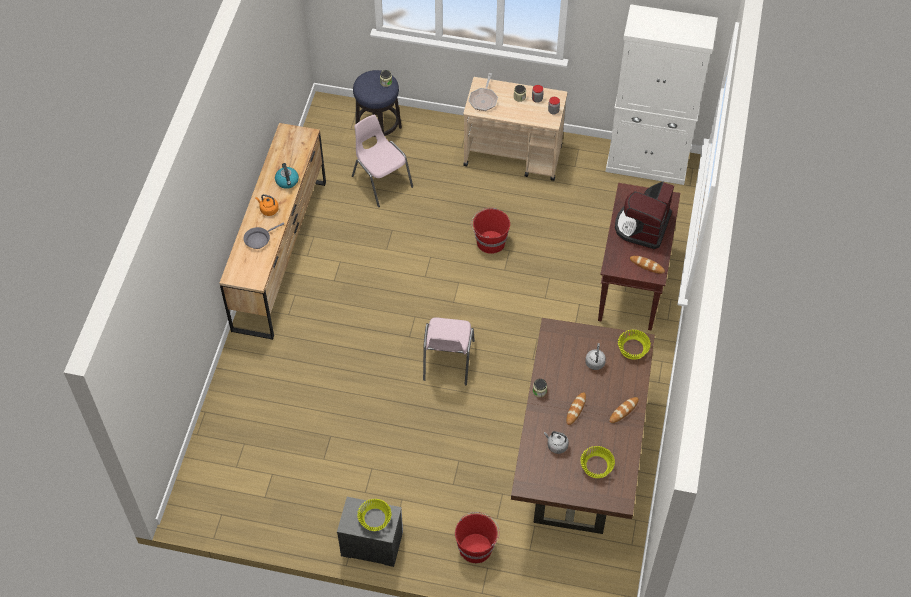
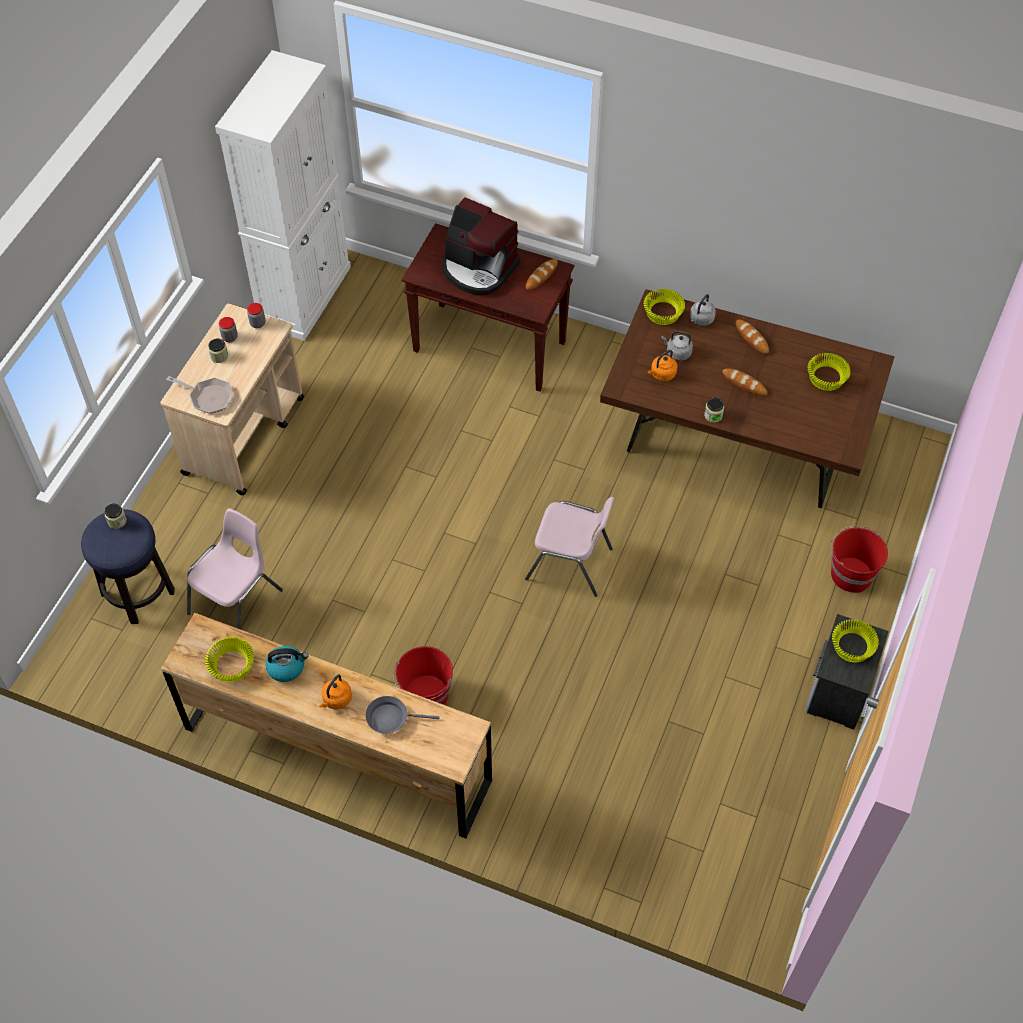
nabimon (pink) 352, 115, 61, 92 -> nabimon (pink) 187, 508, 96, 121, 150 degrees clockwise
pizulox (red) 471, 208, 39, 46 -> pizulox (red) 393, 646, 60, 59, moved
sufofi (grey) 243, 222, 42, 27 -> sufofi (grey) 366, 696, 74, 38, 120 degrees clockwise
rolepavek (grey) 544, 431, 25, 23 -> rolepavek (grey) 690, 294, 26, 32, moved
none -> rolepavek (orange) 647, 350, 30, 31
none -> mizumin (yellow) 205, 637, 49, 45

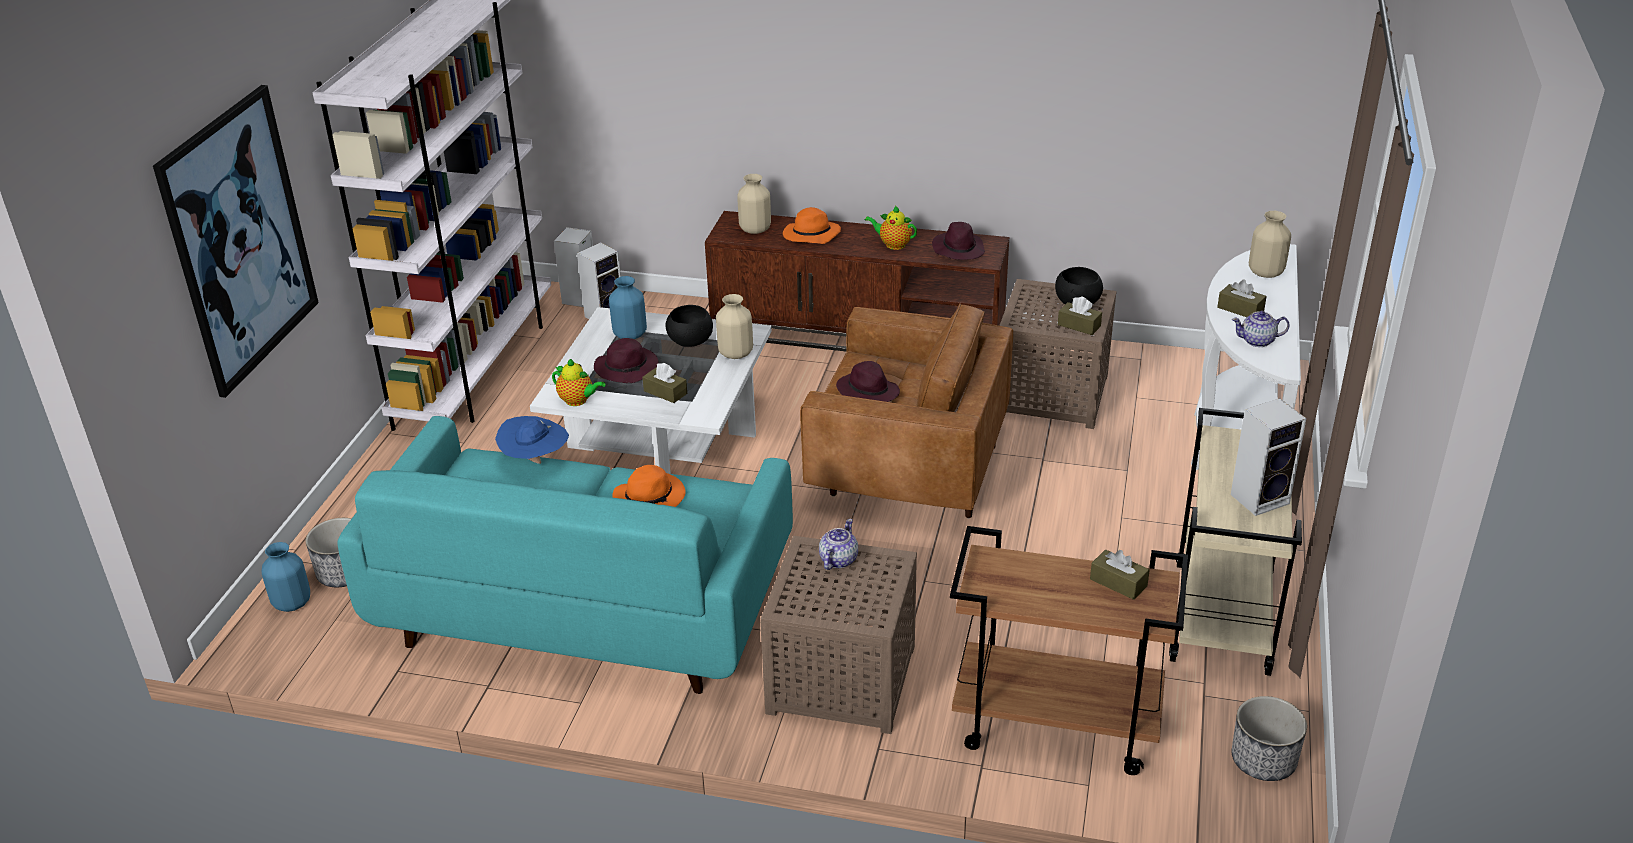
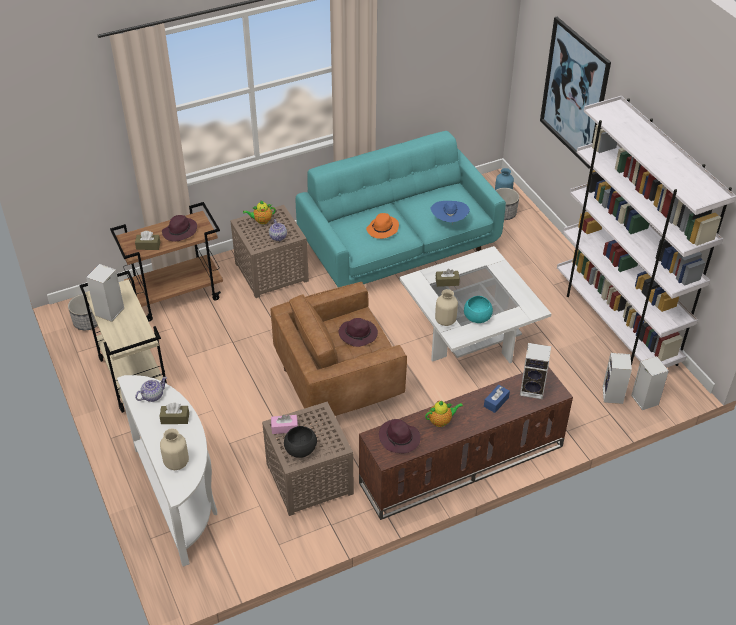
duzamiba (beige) 737, 174, 34, 60 -> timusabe 520, 343, 31, 56
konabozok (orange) 783, 207, 58, 37 -> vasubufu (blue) 484, 385, 26, 28
duzamiba (blue) 609, 276, 38, 63 -> none
vasubufu (brown) 1058, 297, 44, 38 -> vasubufu (pink) 271, 415, 27, 19
mizumin (black) 666, 305, 47, 42 -> mizumin (turquoise) 464, 296, 29, 27
konabozok (purple) 594, 338, 65, 45 -> konabozok (purple) 162, 215, 35, 27, moved
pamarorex 552, 359, 54, 47 -> pamarorex 243, 200, 33, 24, moved

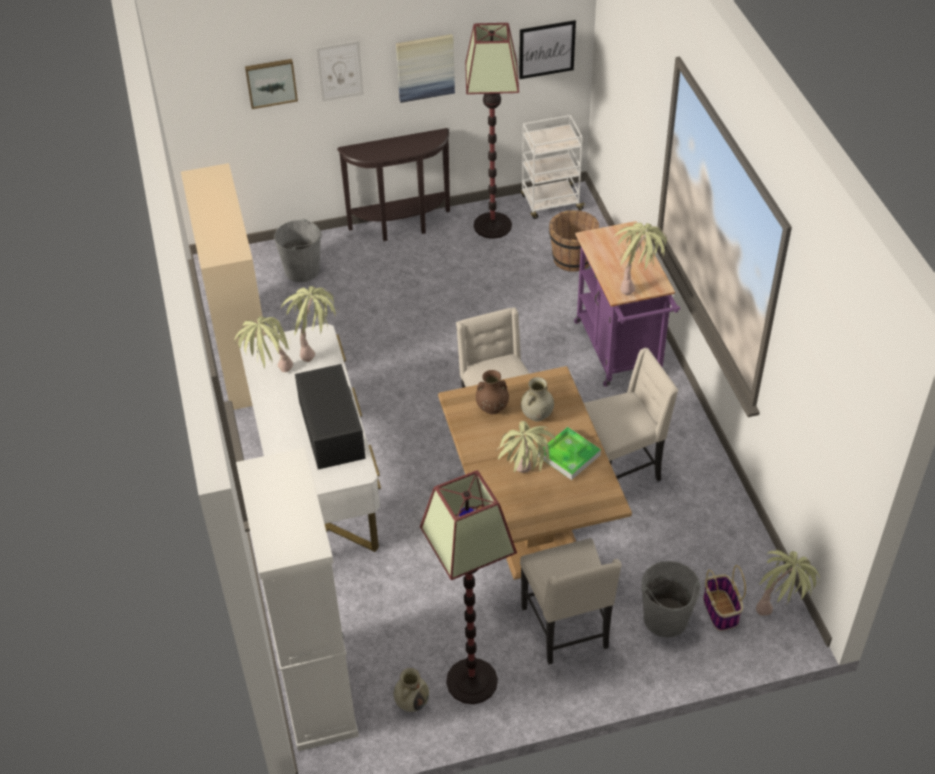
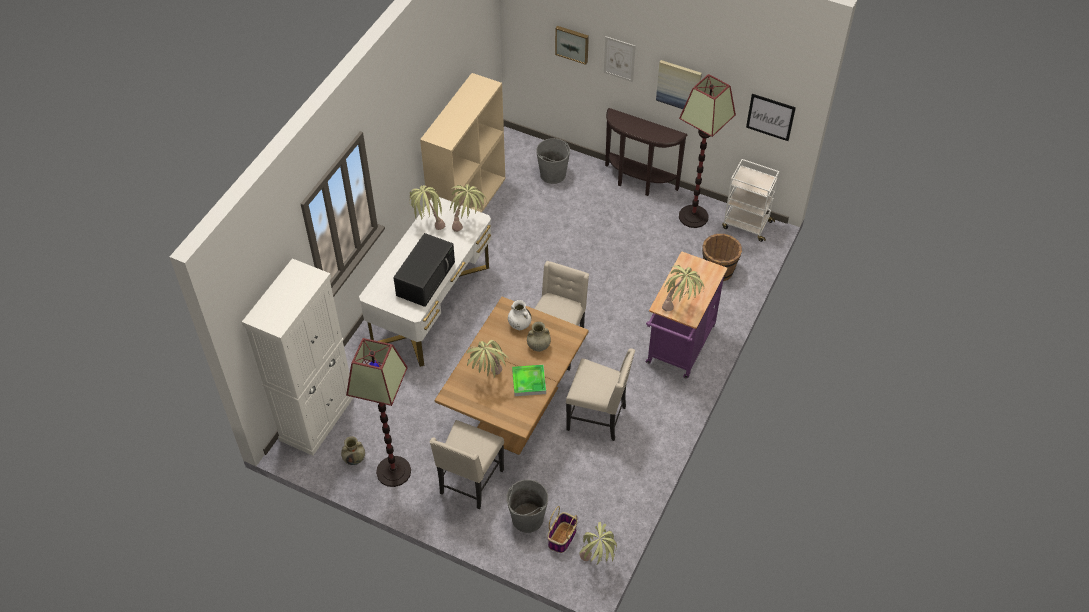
duzamiba (brown) 476, 370, 33, 44 -> duzamiba (white) 508, 300, 24, 30

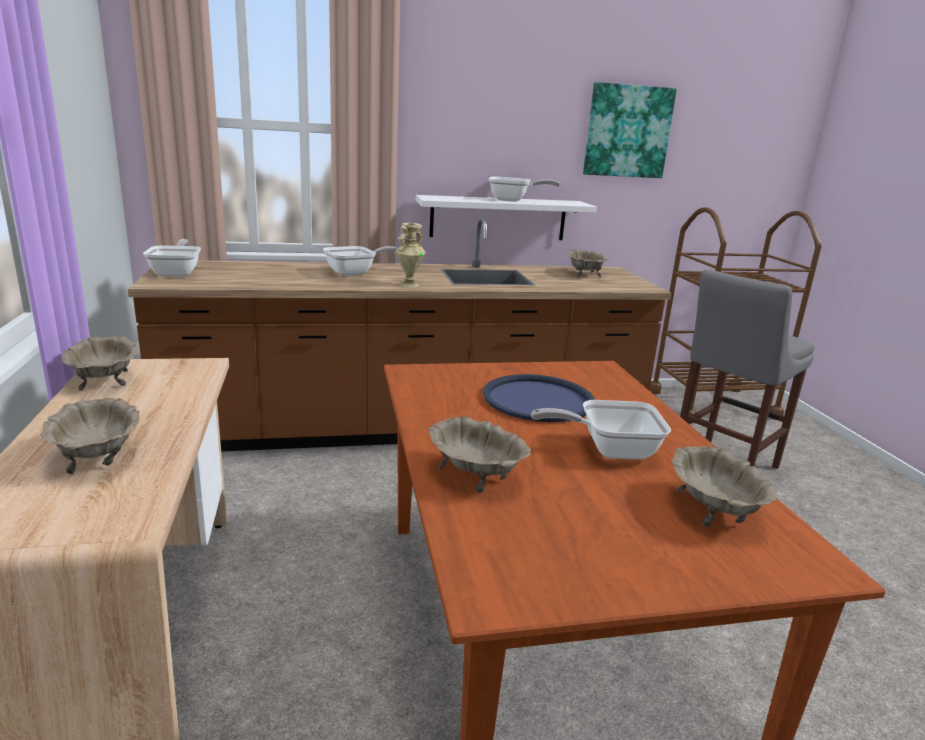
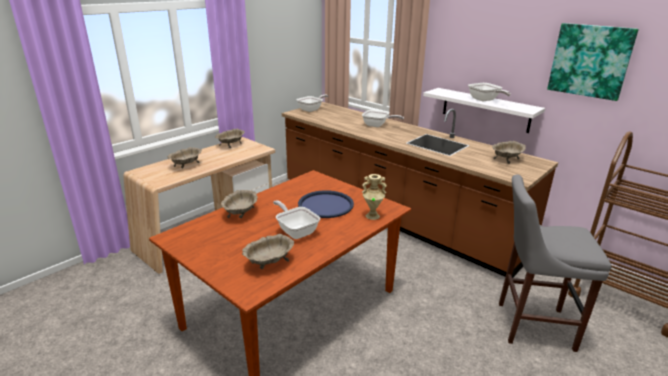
duzamiba (beige) 395, 223, 31, 65 -> duzamiba (beige) 362, 174, 25, 46, moved

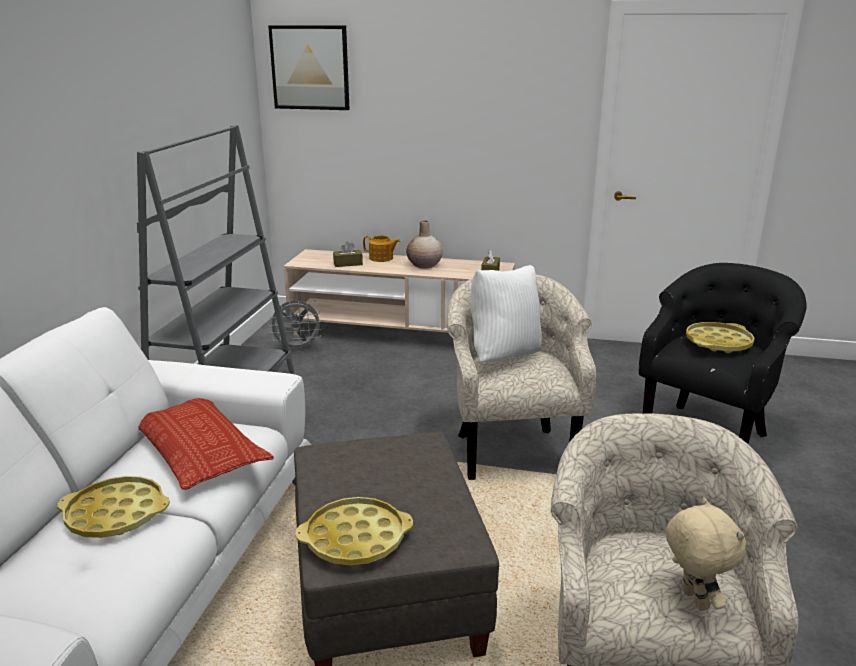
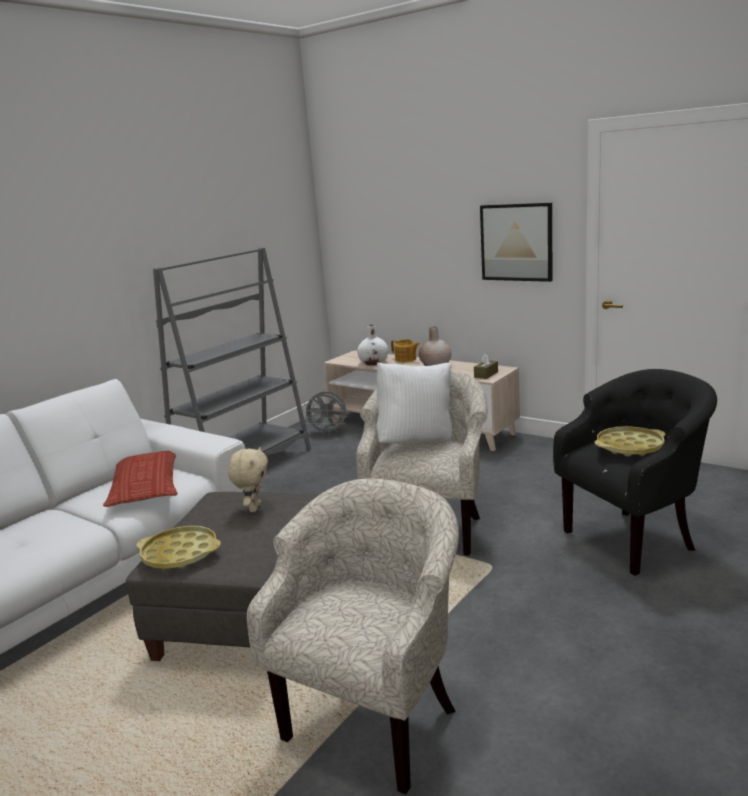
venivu 268, 25, 82, 85 -> venivu 480, 203, 72, 79, moved
vasubufu (brown) 333, 242, 30, 25 -> duzamiba (white) 357, 325, 32, 40
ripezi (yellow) 57, 476, 113, 62 -> none
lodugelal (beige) 666, 497, 80, 114 -> lodugelal (beige) 228, 447, 40, 65, moved

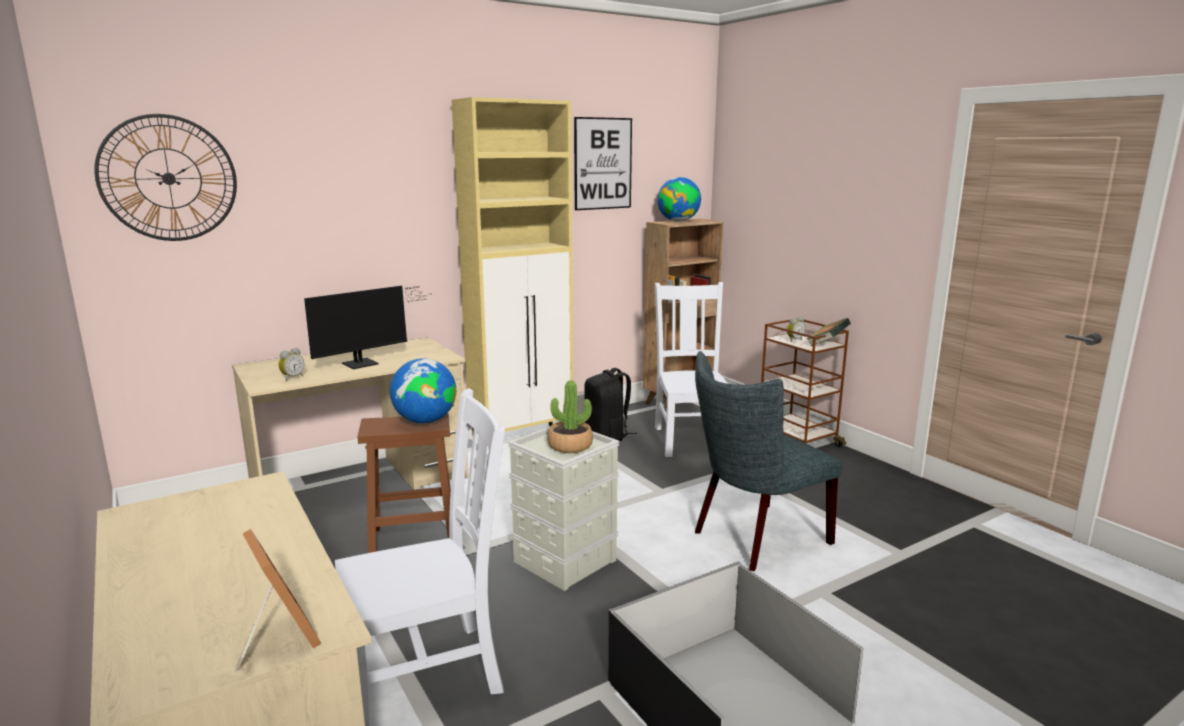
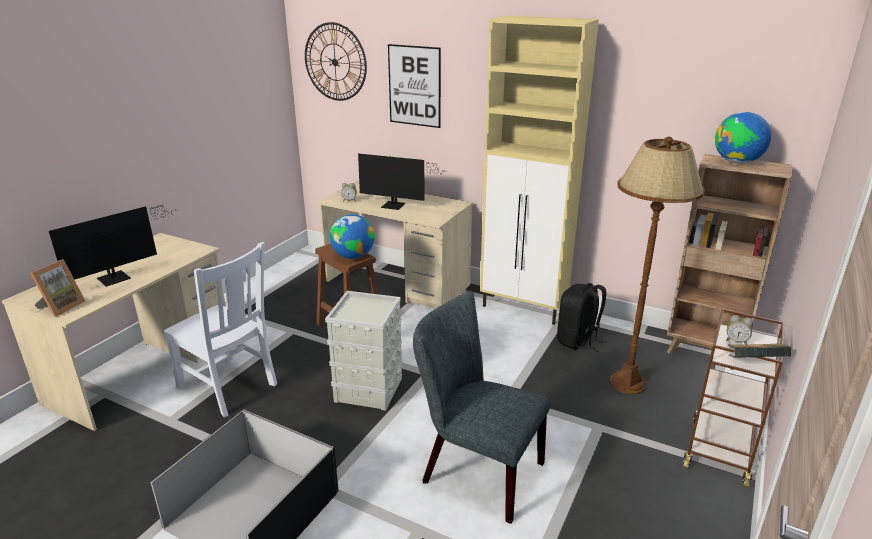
venivu 574, 117, 58, 93 -> venivu 388, 44, 53, 84, moved
nabimon (white) 655, 282, 73, 175 -> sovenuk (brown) 610, 137, 95, 257
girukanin 547, 380, 46, 73 -> none
none -> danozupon 49, 205, 126, 82

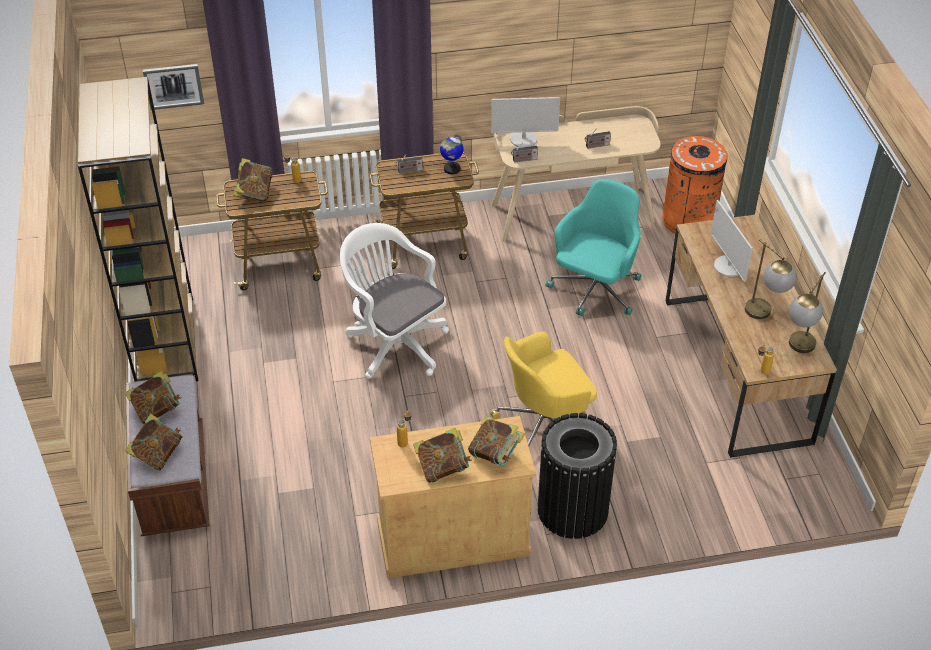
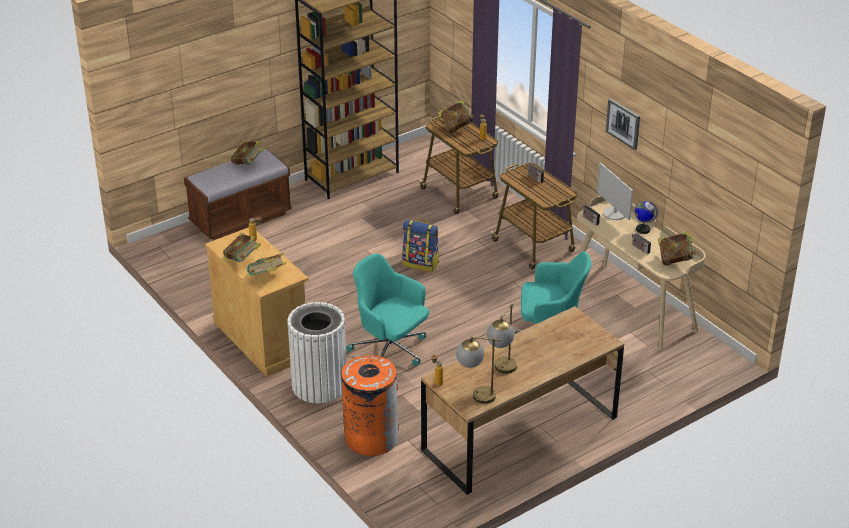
venivu 143, 64, 61, 46 -> venivu 606, 98, 34, 52, moved
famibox 440, 134, 23, 40 -> famibox 635, 201, 23, 33, moved
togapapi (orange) 662, 136, 66, 98 -> togapapi (orange) 341, 354, 58, 102, moved
danozupon 711, 200, 42, 82 -> none
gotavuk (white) 340, 223, 109, 156 -> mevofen 402, 220, 37, 52
gotavuk (yellow) 490, 332, 107, 114 -> gotavuk (turquoise) 346, 254, 84, 112
togapapi (black) 538, 413, 79, 126 -> togapapi (white) 287, 302, 59, 101
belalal 125, 414, 58, 57 -> belalal 658, 231, 38, 34, moved

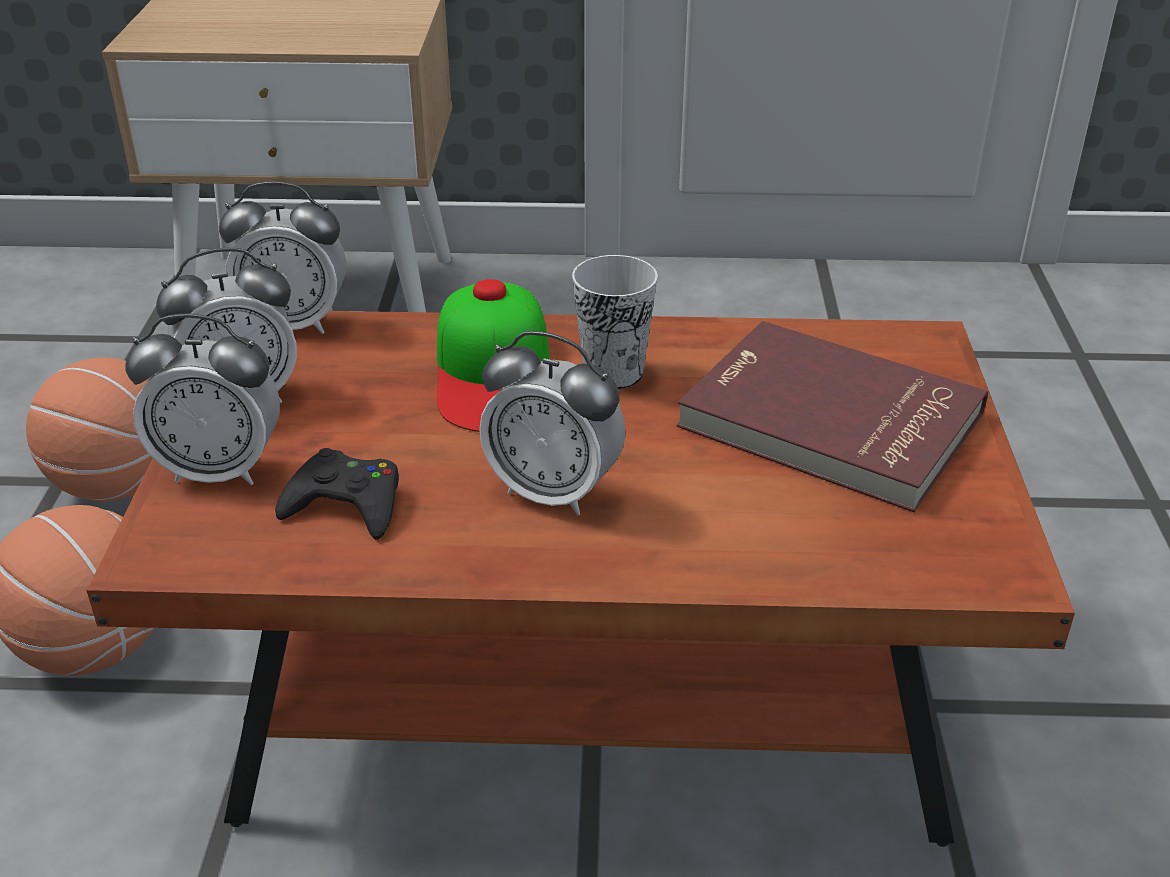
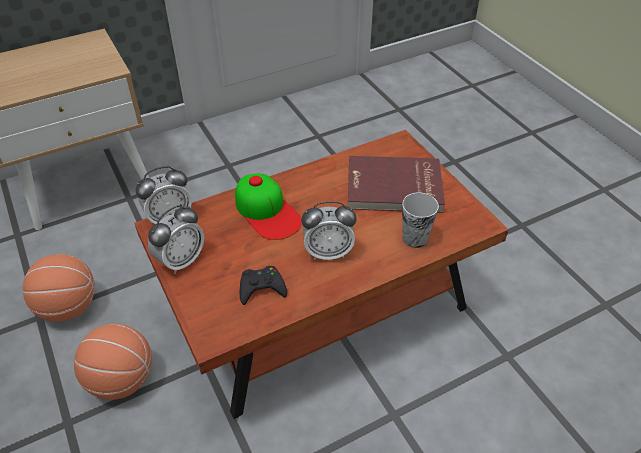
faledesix 572, 255, 86, 134 -> faledesix 402, 192, 37, 56, moved
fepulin 125, 313, 155, 172 -> none

